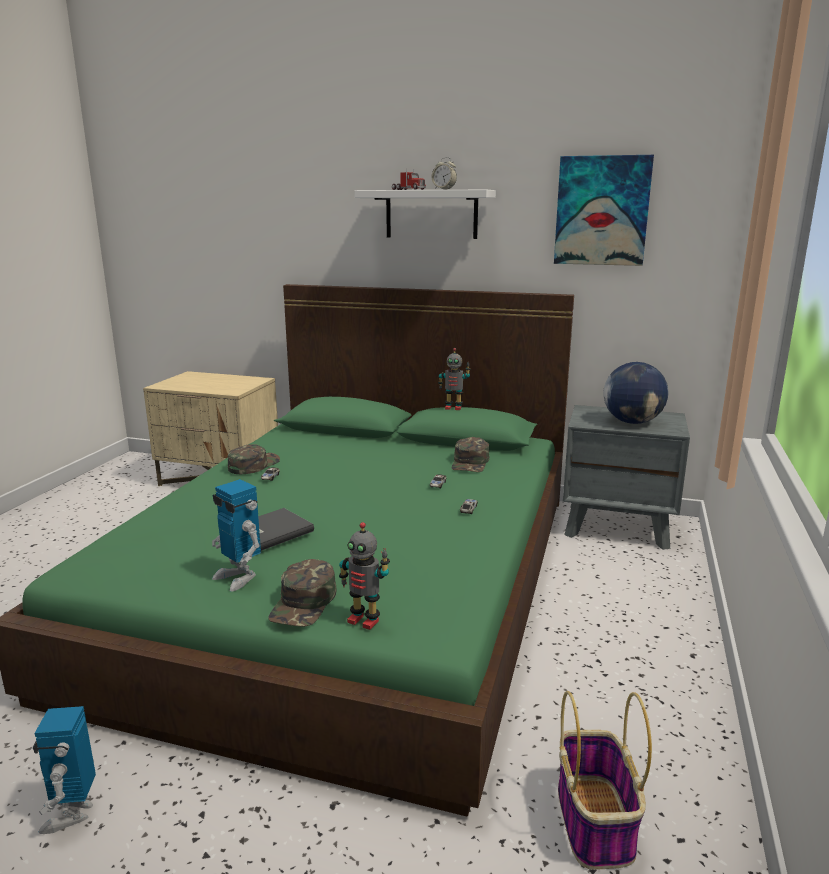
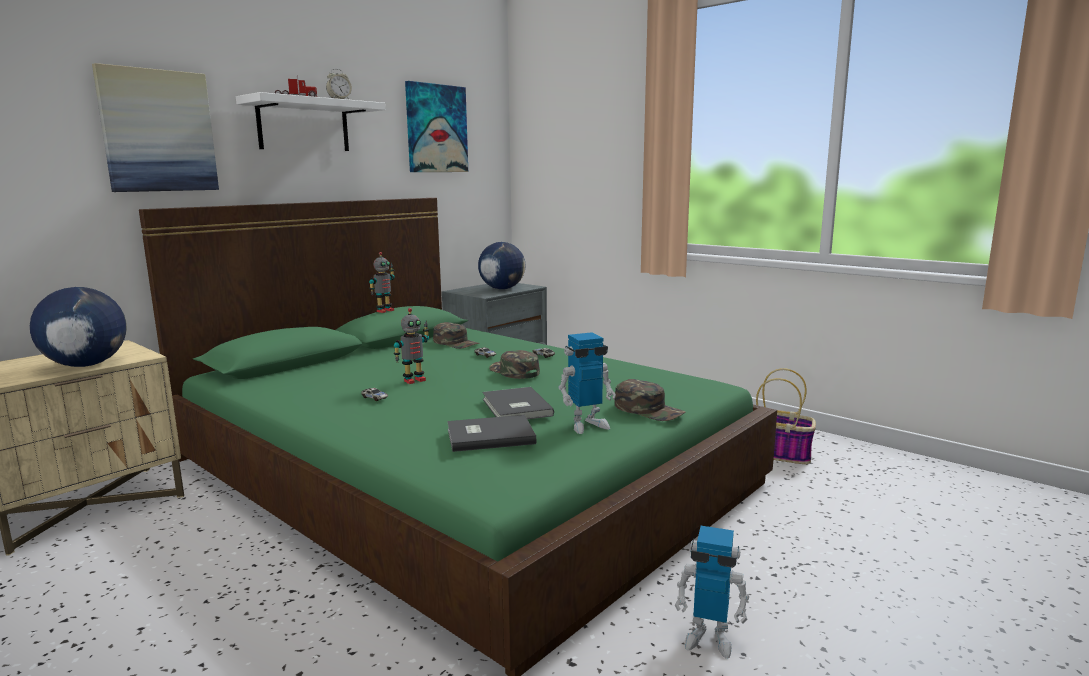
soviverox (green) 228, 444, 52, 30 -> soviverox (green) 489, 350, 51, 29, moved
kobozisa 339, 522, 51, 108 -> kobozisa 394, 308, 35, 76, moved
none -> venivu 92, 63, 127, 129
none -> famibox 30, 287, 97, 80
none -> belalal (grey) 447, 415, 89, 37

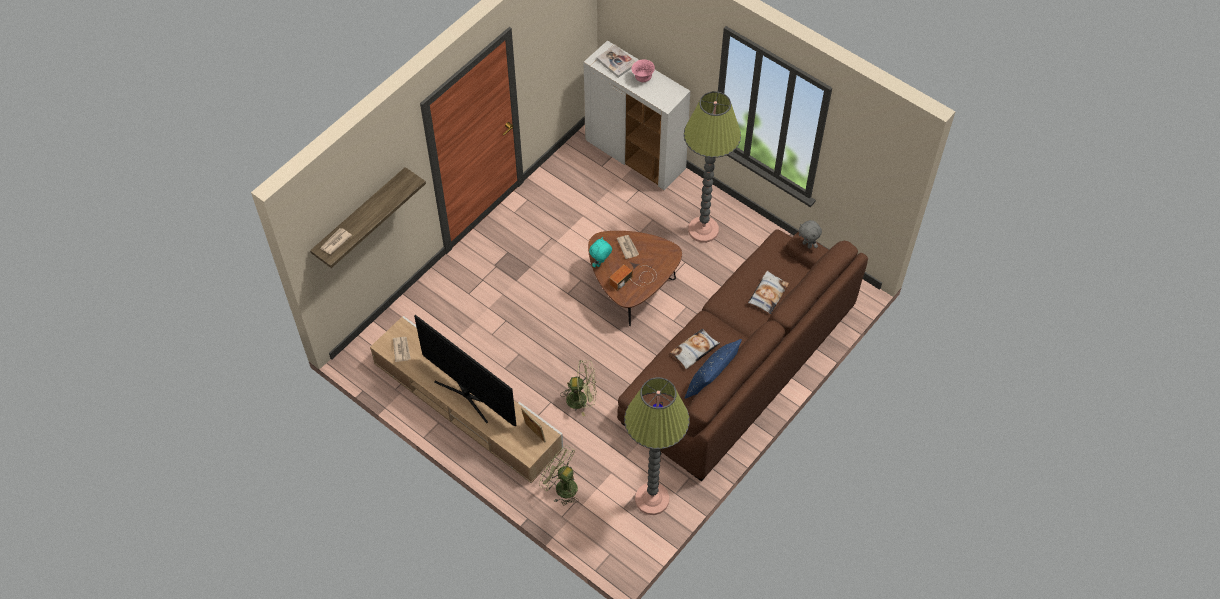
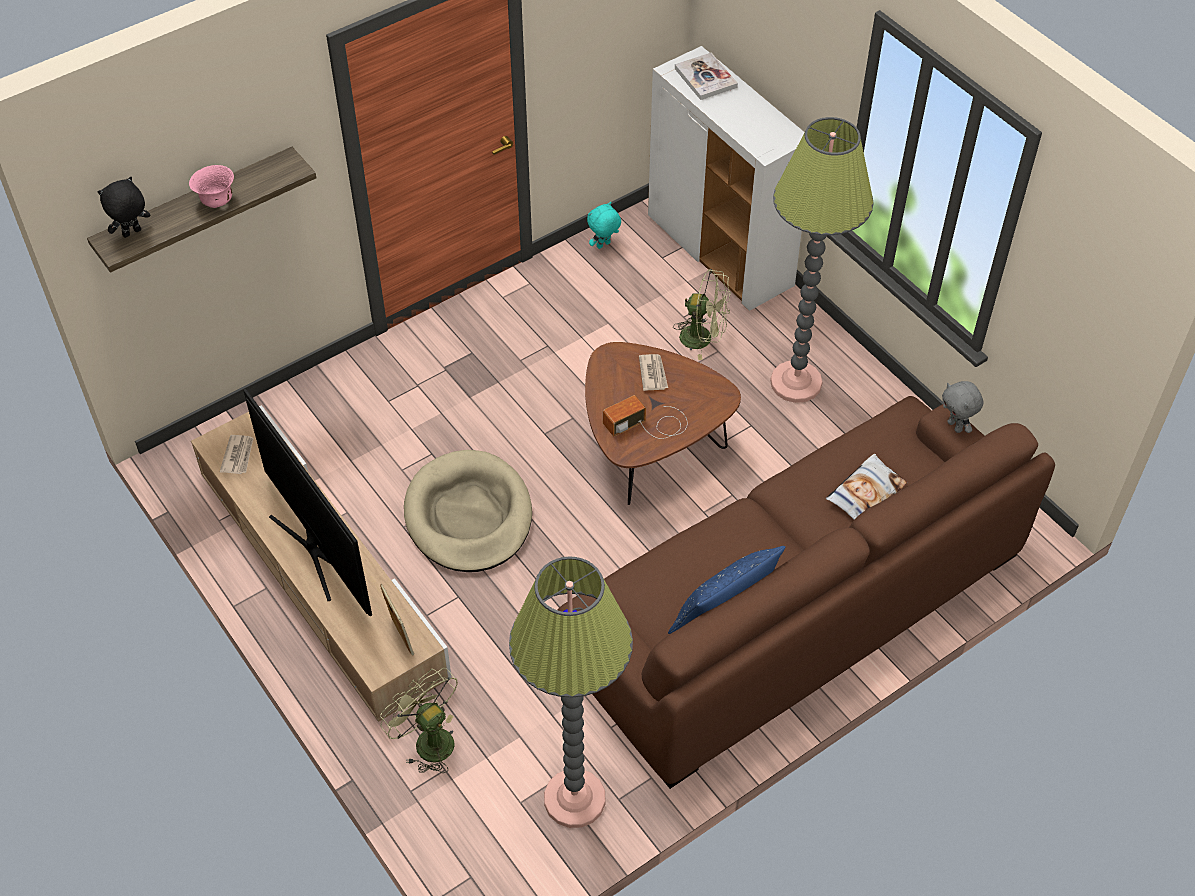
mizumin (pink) 631, 59, 24, 23 -> mizumin (pink) 189, 165, 45, 43, moved
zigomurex 320, 228, 32, 26 -> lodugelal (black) 98, 177, 52, 61
lodugelal (turquoise) 589, 237, 23, 31 -> lodugelal (turquoise) 587, 202, 34, 47, moved
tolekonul 670, 329, 50, 40 -> none
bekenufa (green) 560, 360, 36, 56 -> bekenufa (green) 673, 269, 58, 91, moved
none -> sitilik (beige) 404, 450, 128, 122

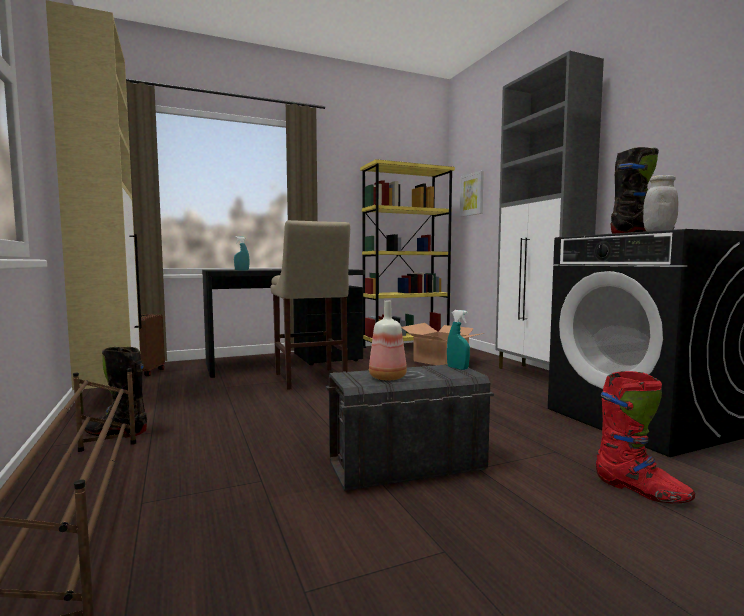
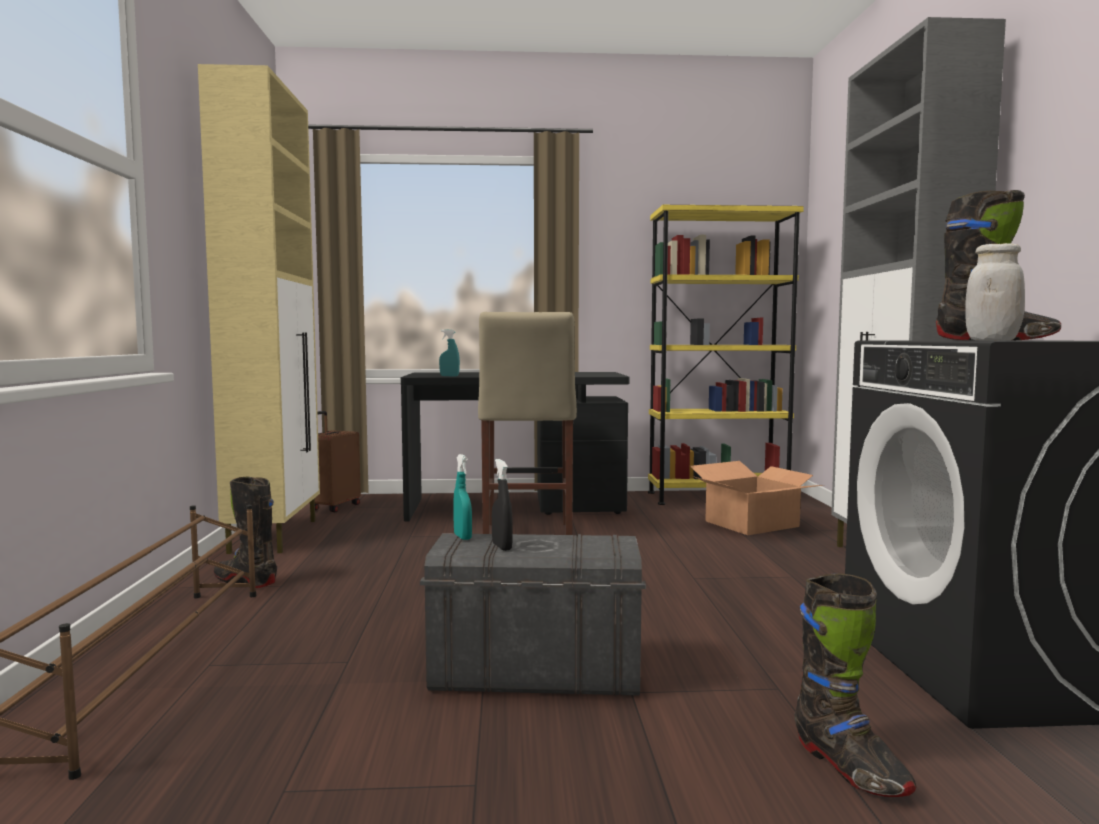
venivu 459, 171, 25, 46 -> none
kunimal 369, 301, 38, 79 -> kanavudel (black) 492, 459, 21, 92
kanavudel (turquoise) 447, 310, 23, 60 -> kanavudel (turquoise) 453, 454, 19, 86, moved
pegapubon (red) 596, 371, 99, 132 -> pegapubon (black) 795, 573, 122, 224

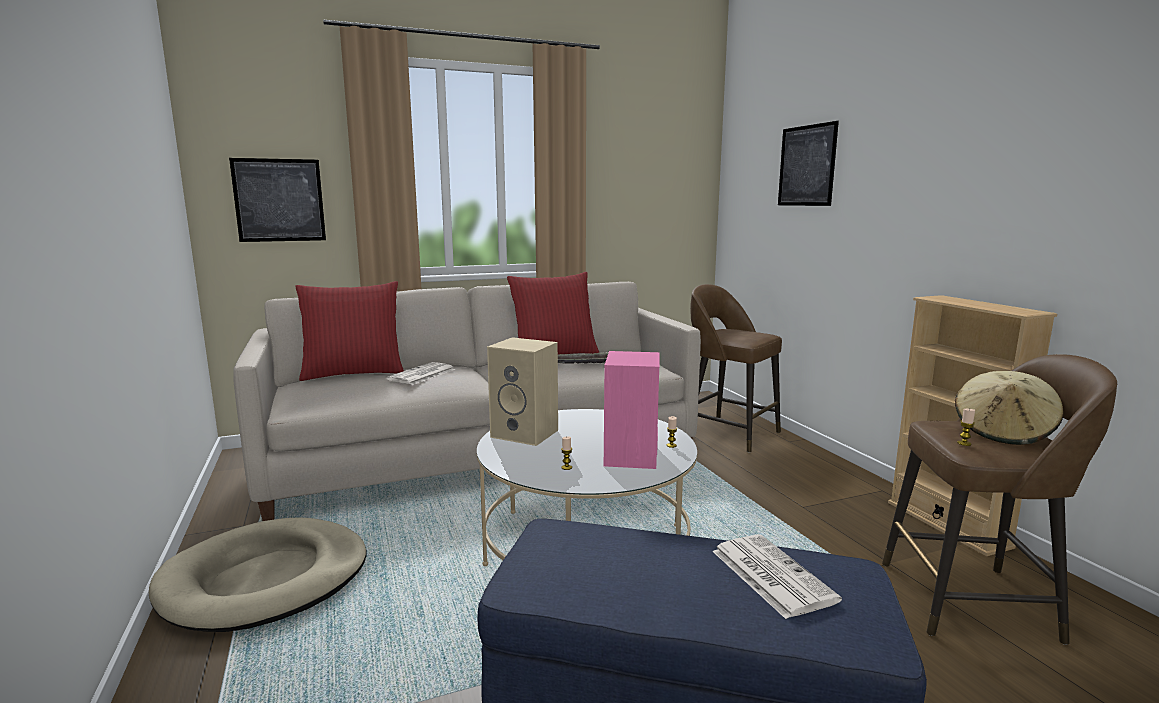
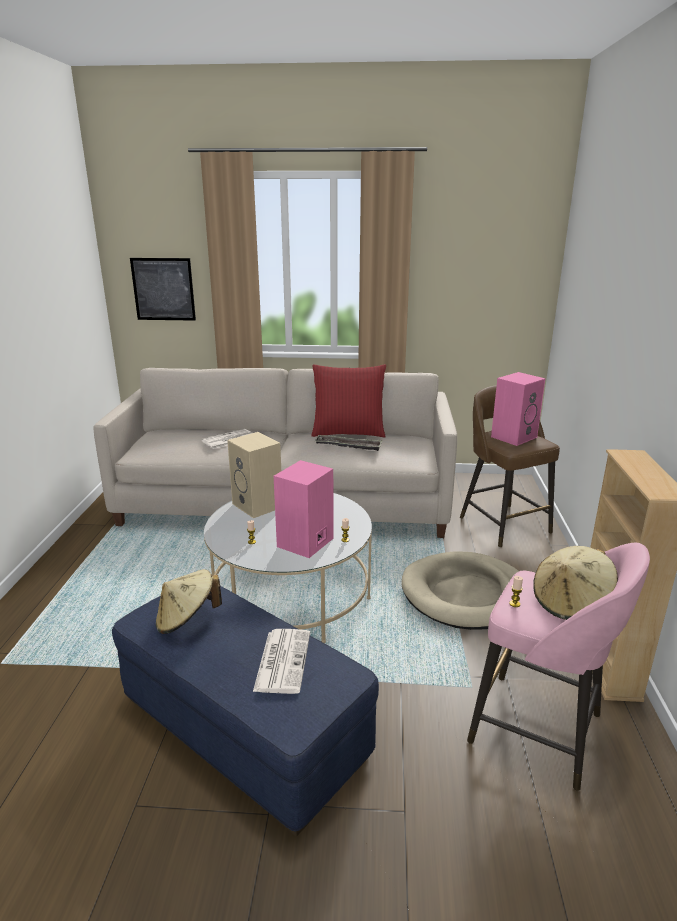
venivu 778, 121, 61, 85 -> none
tolekonul (red) 295, 281, 109, 100 -> none
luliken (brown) 882, 354, 235, 291 -> luliken (pink) 467, 543, 183, 248
sitilik (beige) 149, 517, 218, 115 -> sitilik (beige) 401, 551, 118, 79, moved
none -> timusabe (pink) 491, 372, 54, 74
none -> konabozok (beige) 156, 569, 66, 65

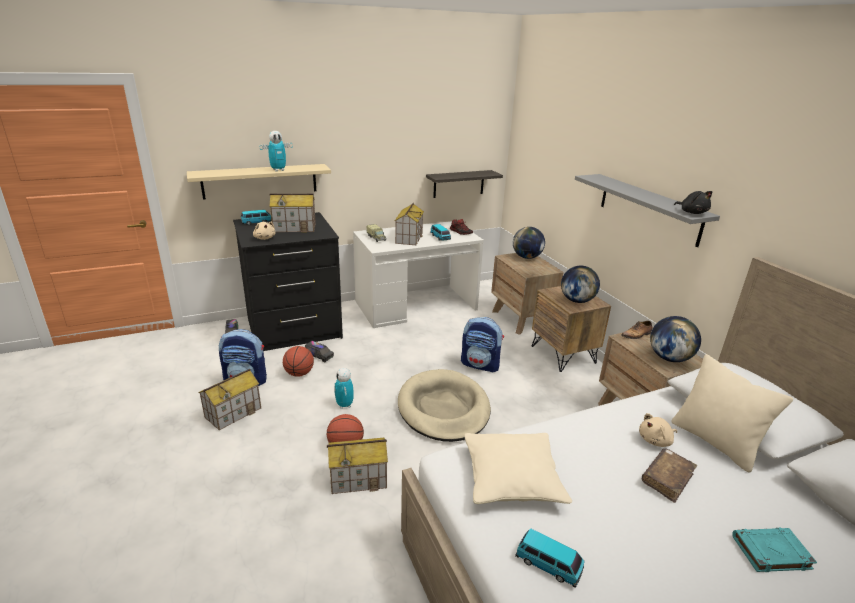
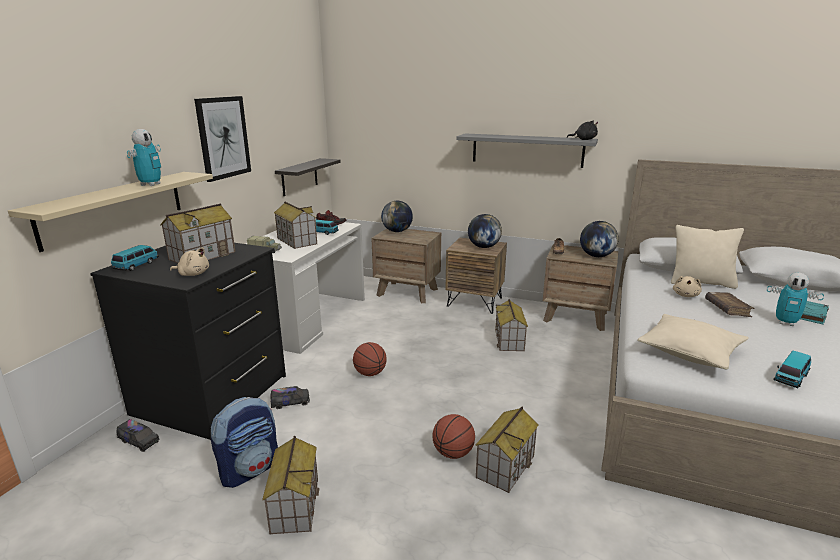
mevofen 461, 317, 43, 55 -> none
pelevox 283, 346, 31, 31 -> pelevox 353, 342, 34, 34, moved
kobozisa 334, 368, 20, 41 -> kobozisa 767, 272, 57, 54, moved
sitilik (beige) 398, 369, 93, 73 -> none
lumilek 515, 528, 70, 60 -> lumilek 773, 350, 38, 38, 150 degrees clockwise
none -> venivu 194, 96, 57, 86
none -> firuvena 495, 299, 33, 52

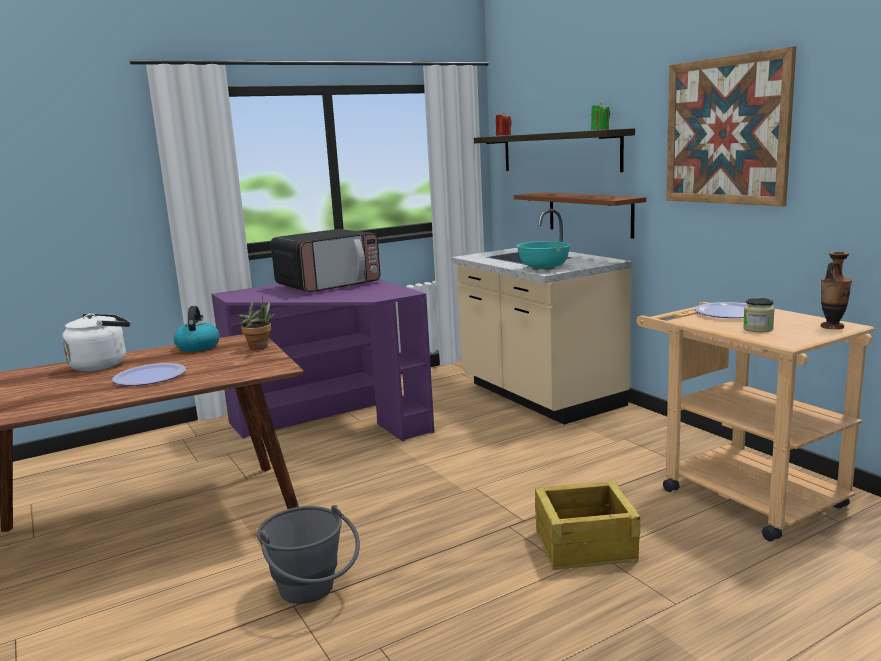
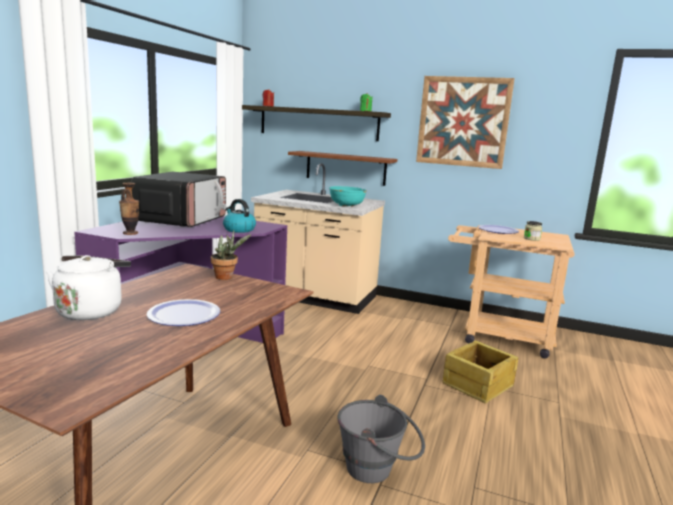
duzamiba 821, 252, 31, 77 -> duzamiba 119, 183, 20, 52, moved
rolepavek 174, 306, 46, 46 -> rolepavek 223, 199, 33, 34, moved

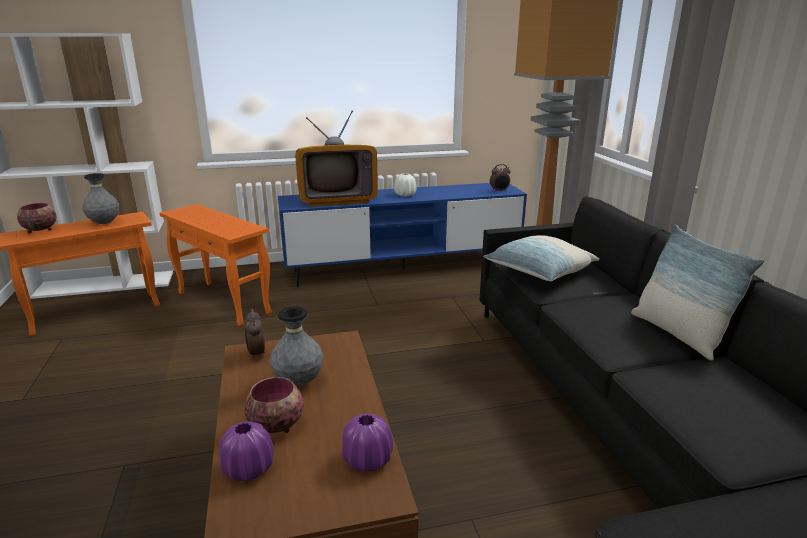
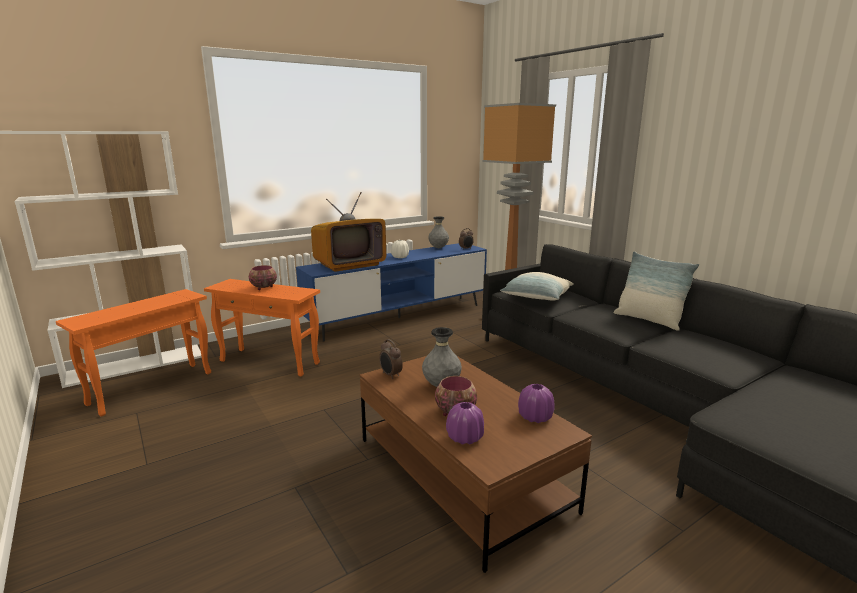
duzamiba (grey) 82, 173, 37, 51 -> duzamiba (grey) 428, 216, 21, 32, moved
mizumin 17, 203, 40, 30 -> mizumin 249, 265, 28, 25, moved

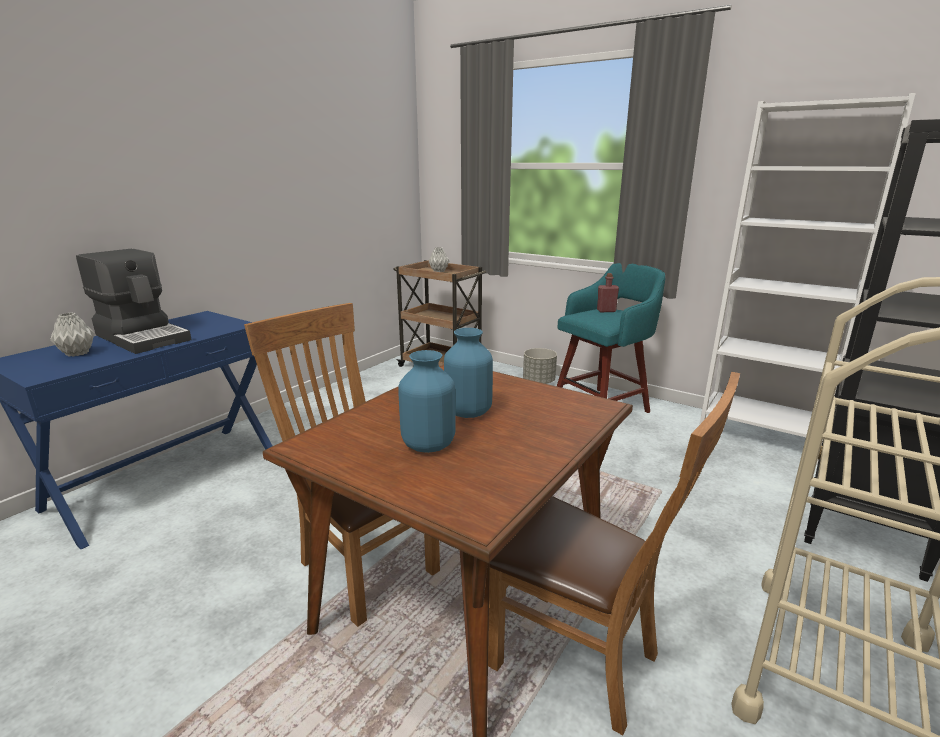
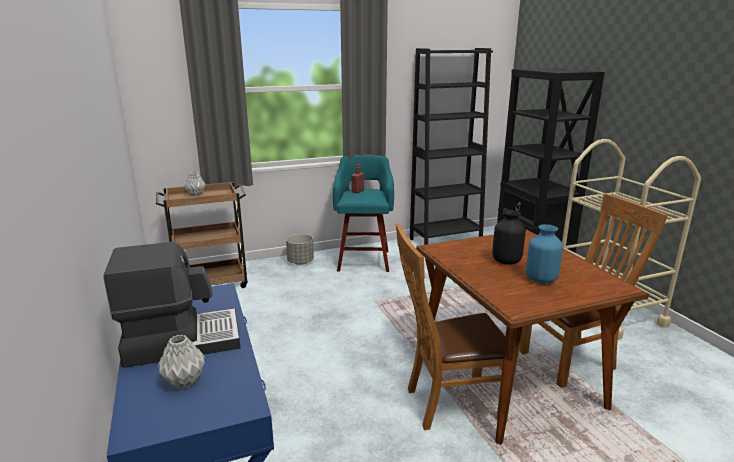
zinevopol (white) 699, 93, 217, 372 -> zinevopol (black) 410, 48, 83, 197
duzamiba (blue) 444, 328, 49, 90 -> duzamiba (black) 492, 210, 34, 55

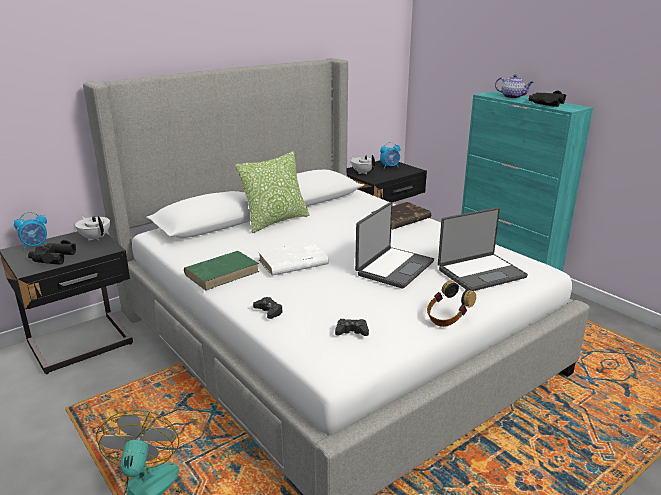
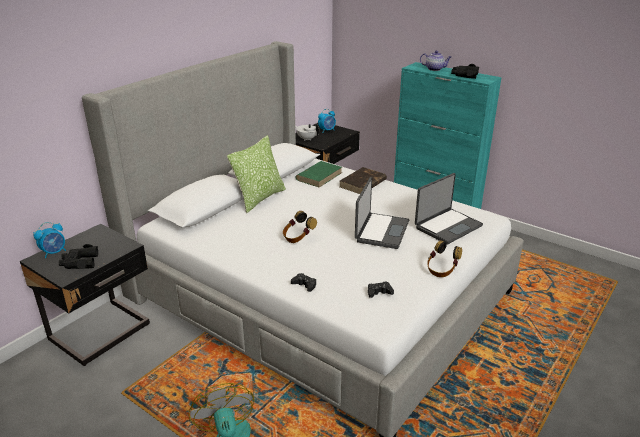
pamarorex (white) 75, 216, 35, 25 -> none
belalal (white) 259, 242, 70, 34 -> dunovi 283, 211, 34, 32
belalal (green) 184, 251, 75, 40 -> belalal (green) 296, 161, 46, 26, moved

